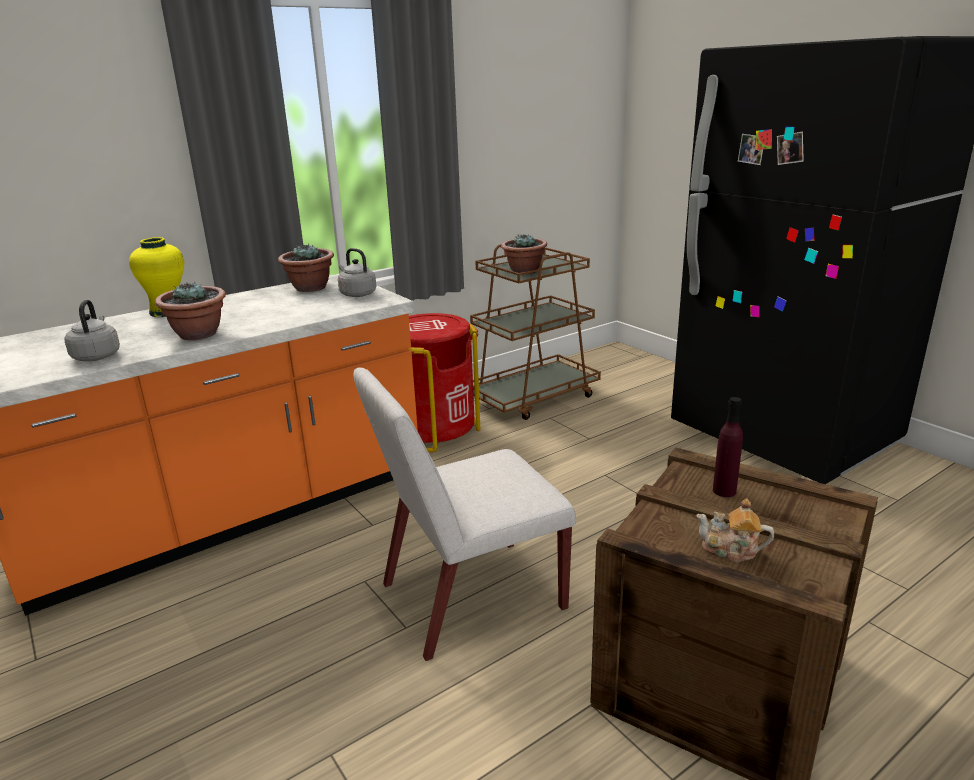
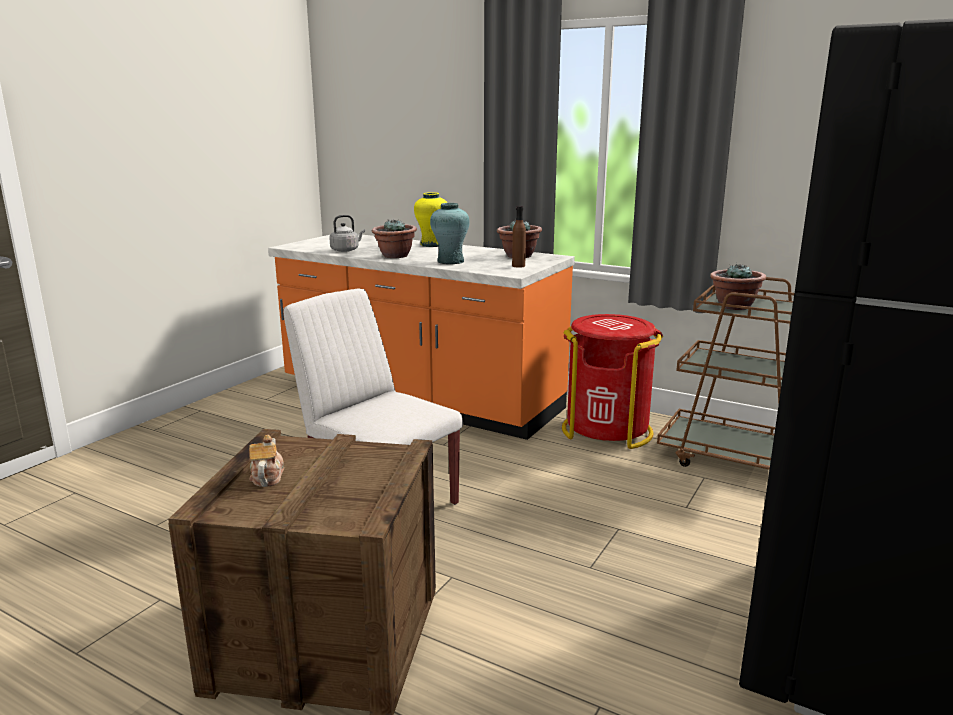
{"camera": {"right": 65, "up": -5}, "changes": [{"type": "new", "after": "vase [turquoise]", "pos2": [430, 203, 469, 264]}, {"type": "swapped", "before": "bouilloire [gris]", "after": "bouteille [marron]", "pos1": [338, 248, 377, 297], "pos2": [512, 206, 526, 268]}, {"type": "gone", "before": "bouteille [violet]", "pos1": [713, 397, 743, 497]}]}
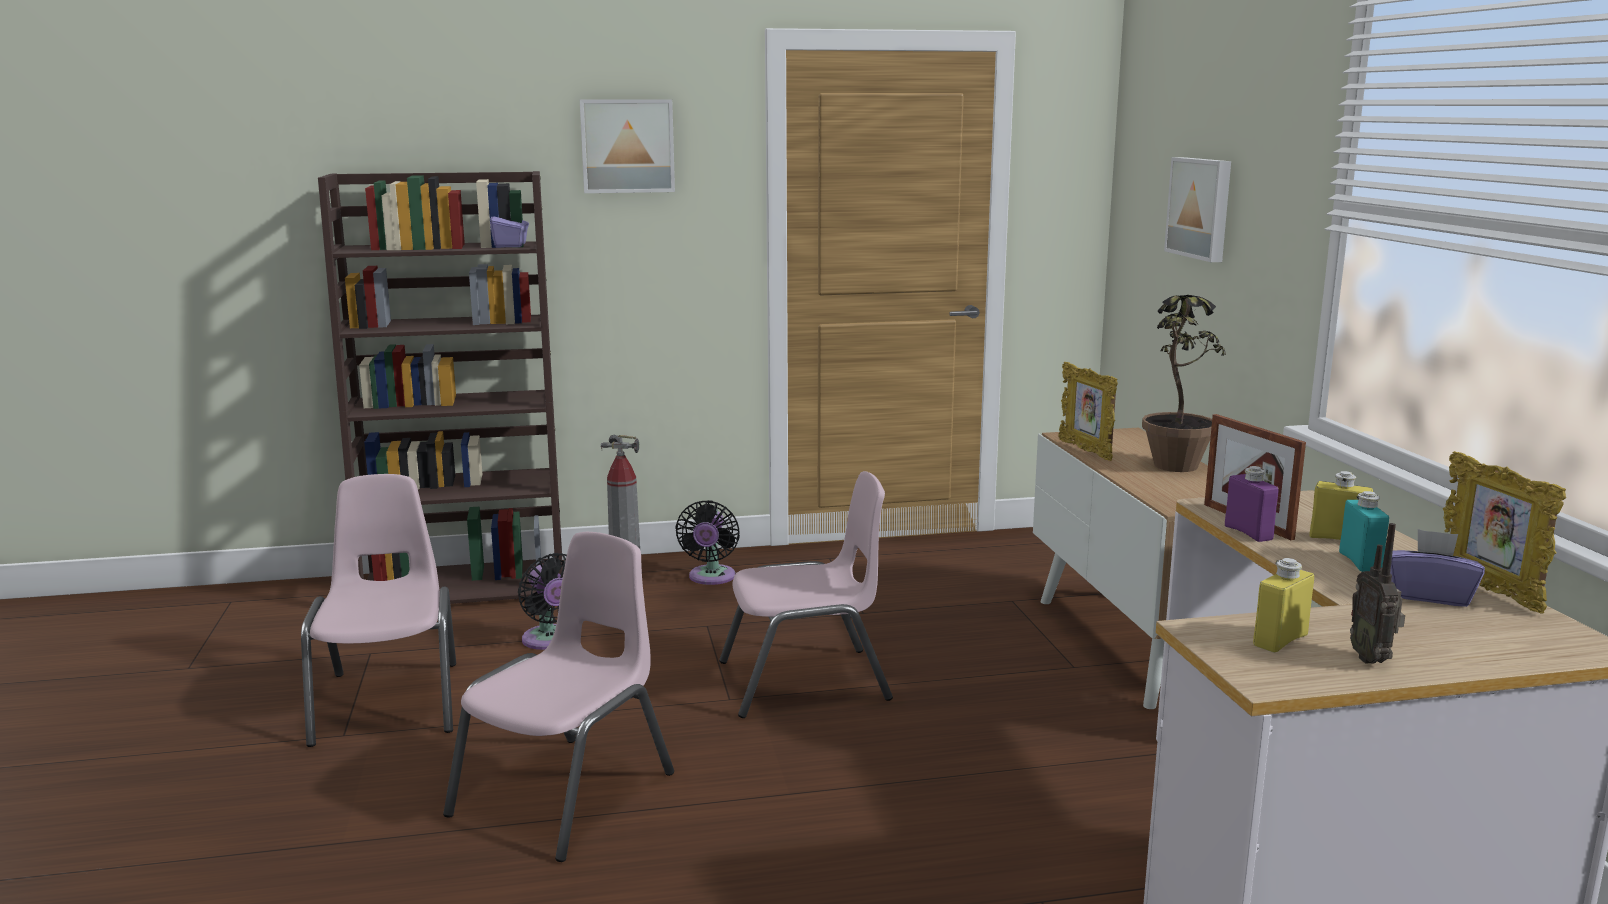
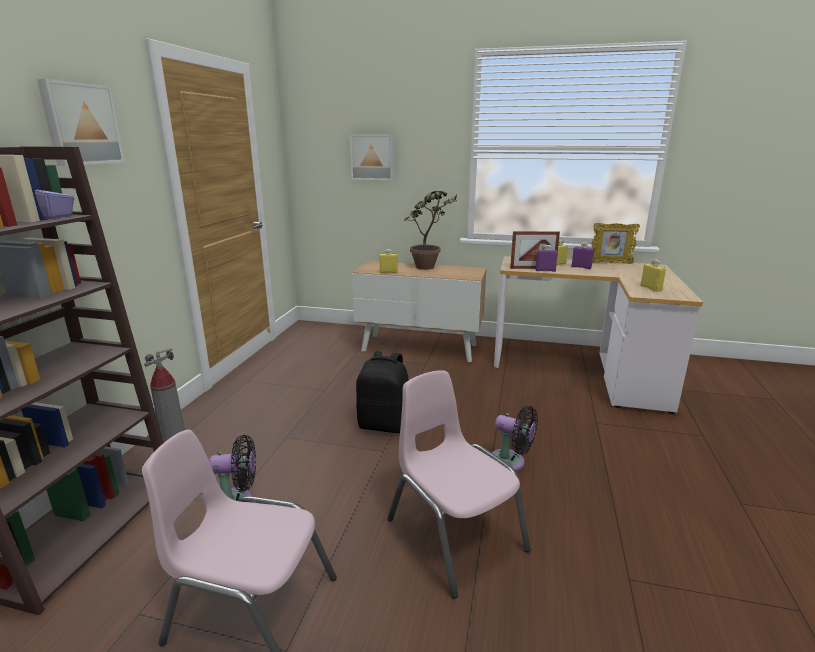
{"camera": {"right": -65, "up": 5}, "changes": [{"type": "swapped", "before": "chaise [rose]", "after": "sac à dos [noir]", "pos1": [719, 471, 893, 718], "pos2": [356, 351, 409, 433]}, {"type": "swapped", "before": "cadre photo", "after": "bouteille [jaune]", "pos1": [1058, 362, 1118, 461], "pos2": [380, 249, 398, 273]}, {"type": "shifted", "before": "ventilateur [noir]", "pos1": [675, 500, 740, 585], "pos2": [492, 406, 538, 471]}, {"type": "repainted", "before": "bouteille [turquoise]", "after": "bouteille [violet]", "pos1": [1339, 491, 1389, 572], "pos2": [571, 242, 594, 269]}, {"type": "gone", "before": "radio", "pos1": [1350, 523, 1405, 664]}, {"type": "gone", "before": "boîte à mouchoirs [violet]", "pos1": [1390, 529, 1485, 607]}]}
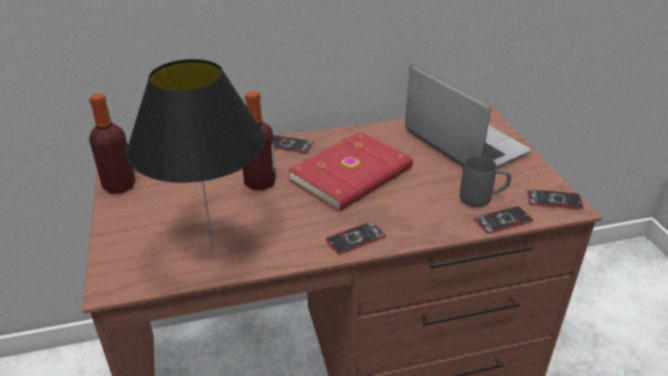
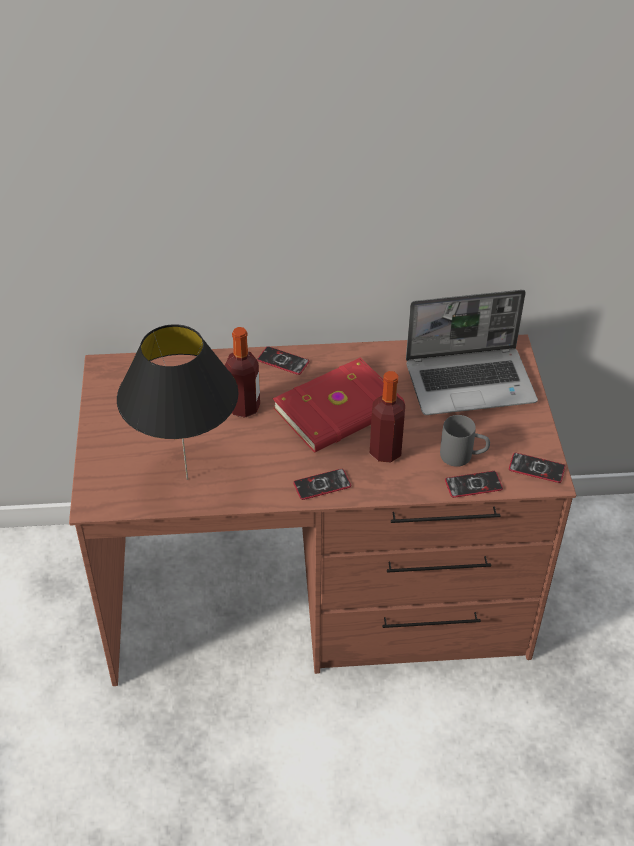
{"camera": {"right": 10, "up": 10}, "changes": [{"type": "shifted", "before": "bouteille", "pos1": [89, 93, 136, 194], "pos2": [370, 371, 405, 462]}, {"type": "rotated", "before": "ordinateur portable", "pos1": [405, 64, 531, 168], "pos2": [406, 290, 538, 415], "turn": 105}]}
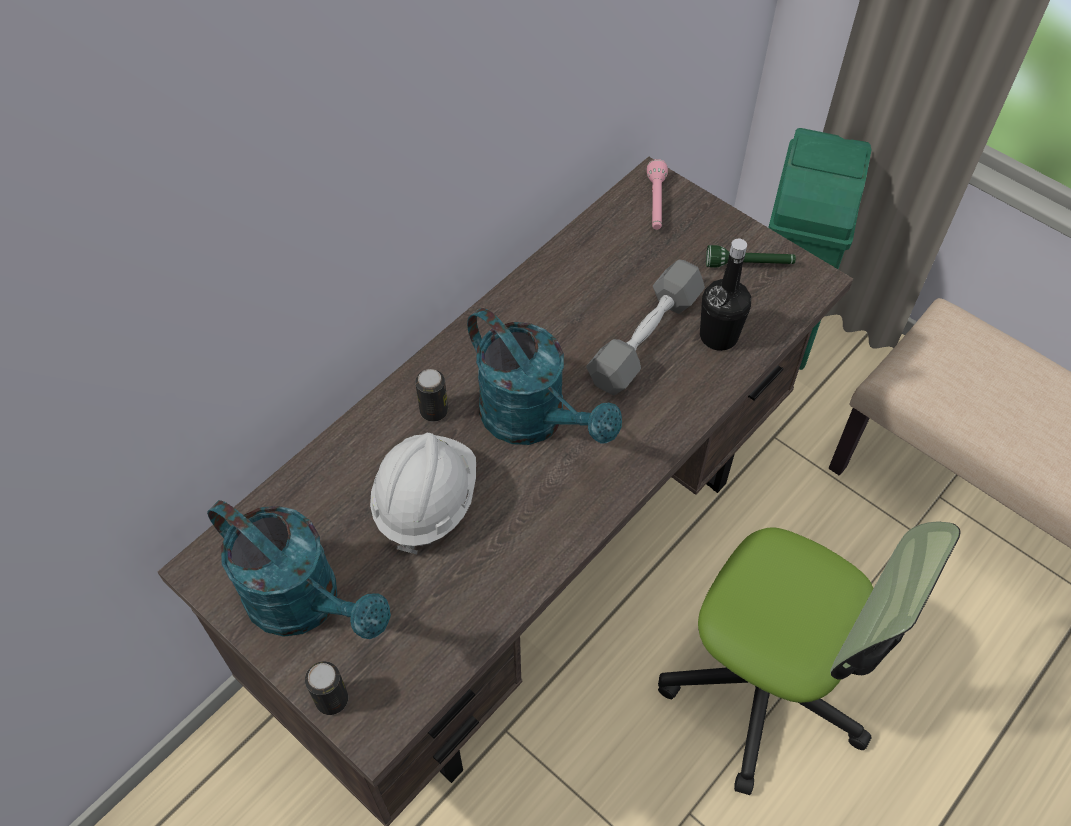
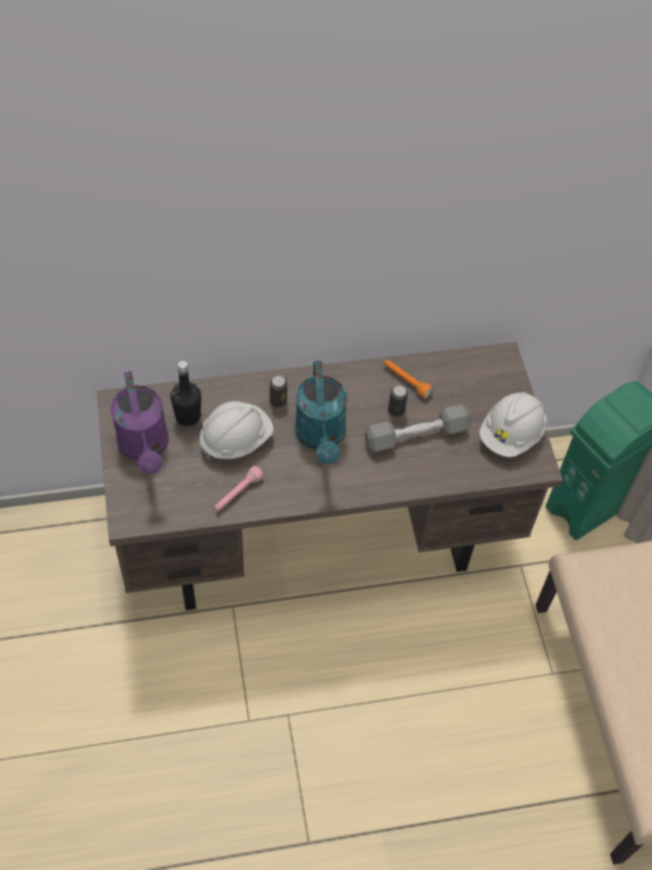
{"camera": {"right": 35, "up": 0}, "changes": [{"type": "repainted", "before": "arrosoir [turquoise]", "after": "arrosoir [violet]", "pos1": [207, 500, 391, 639], "pos2": [110, 371, 169, 474]}, {"type": "shifted", "before": "bouteille [noir]", "pos1": [700, 239, 751, 351], "pos2": [170, 361, 201, 426]}, {"type": "shifted", "before": "lampe de poche [rose]", "pos1": [647, 159, 668, 230], "pos2": [214, 465, 264, 511]}, {"type": "new", "after": "lampe de poche [orange]", "pos2": [384, 359, 433, 399]}, {"type": "shifted", "before": "boîte métallique", "pos1": [305, 661, 348, 715], "pos2": [388, 385, 408, 417]}, {"type": "swapped", "before": "lampe de poche [vert]", "after": "casque de chantier [blanc]", "pos1": [706, 245, 796, 268], "pos2": [479, 392, 546, 457]}, {"type": "gone", "before": "chaise de bureau", "pos1": [658, 521, 961, 795]}]}
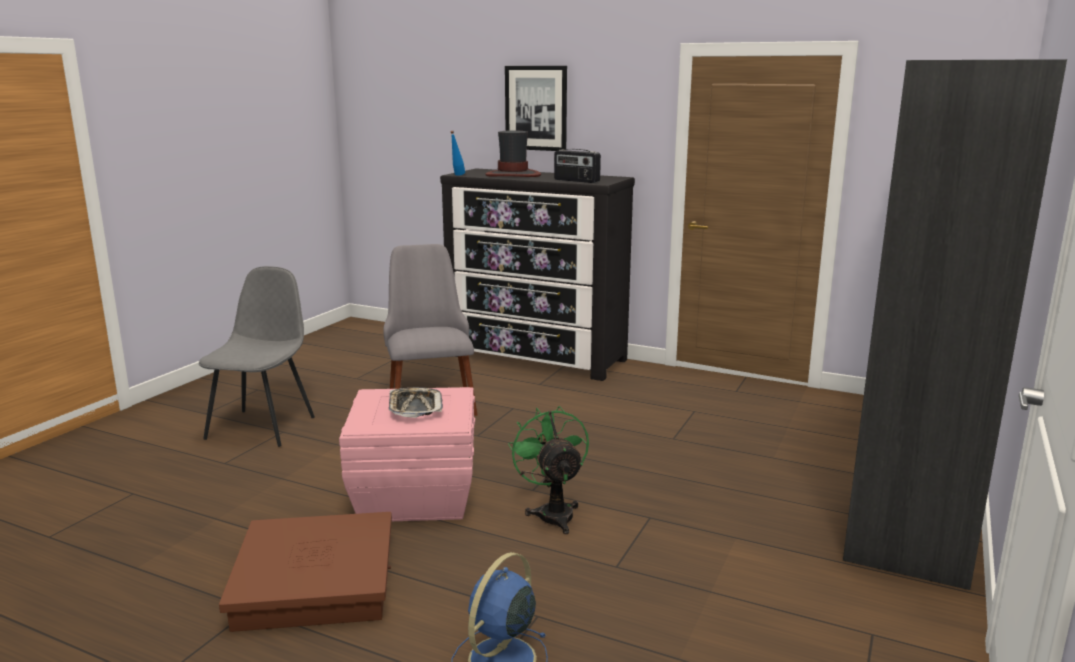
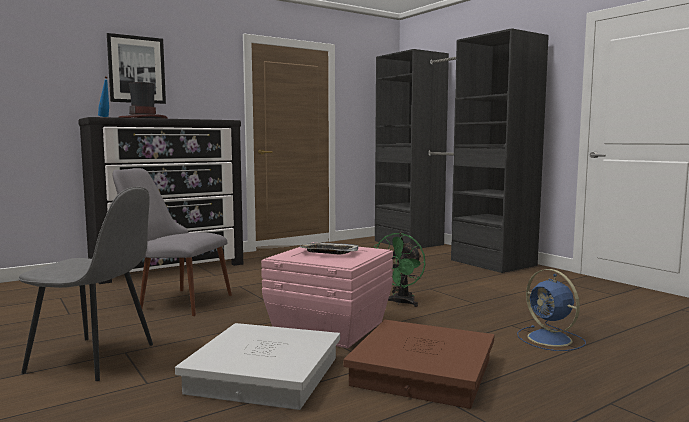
{"camera": {"right": -60, "up": -10}, "changes": [{"type": "rotated", "before": "chaise [gris]", "pos1": [199, 266, 315, 447], "pos2": [18, 187, 153, 381], "turn": 150}, {"type": "new", "after": "boîte de rangement [blanc]", "pos2": [175, 323, 340, 410]}, {"type": "rotated", "before": "ventilateur [vert]", "pos1": [508, 406, 589, 534], "pos2": [374, 233, 426, 307], "turn": -75}, {"type": "gone", "before": "radio", "pos1": [554, 149, 601, 183]}]}
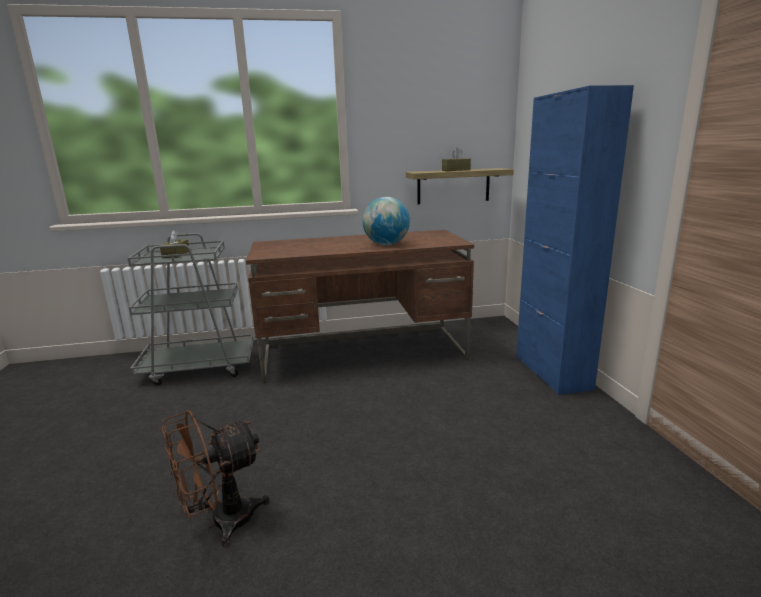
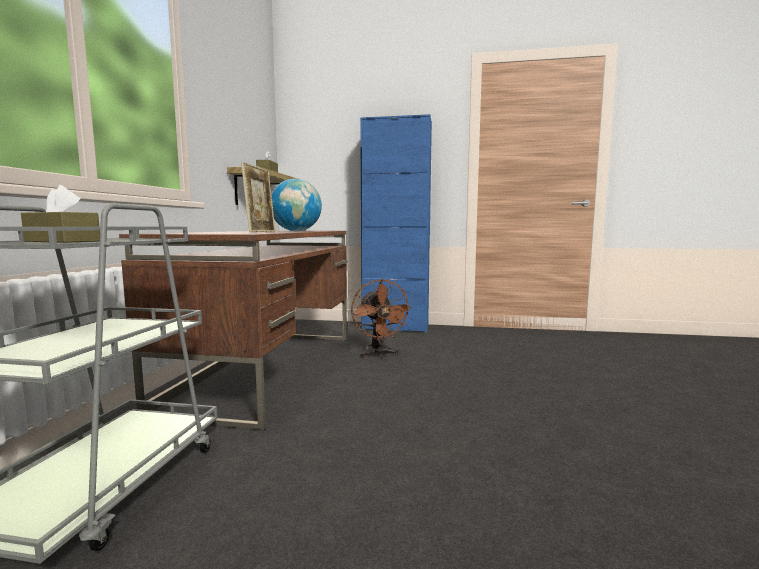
{"camera": {"right": -70, "up": -10}, "changes": [{"type": "new", "after": "cadre photo", "pos2": [241, 162, 276, 232]}, {"type": "shifted", "before": "ventilateur [marron]", "pos1": [162, 411, 270, 547], "pos2": [351, 279, 412, 358]}]}
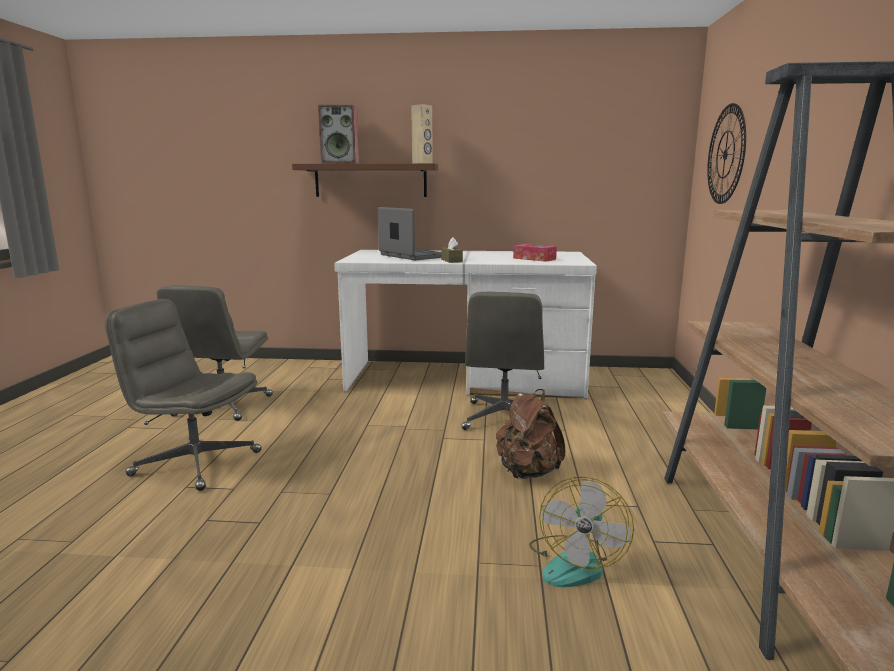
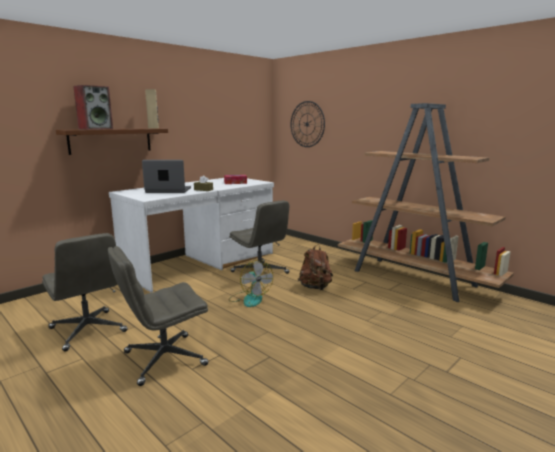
{"camera": {"right": -50, "up": 0}, "changes": [{"type": "shifted", "before": "ventilateur", "pos1": [529, 477, 634, 587], "pos2": [229, 260, 273, 307]}]}
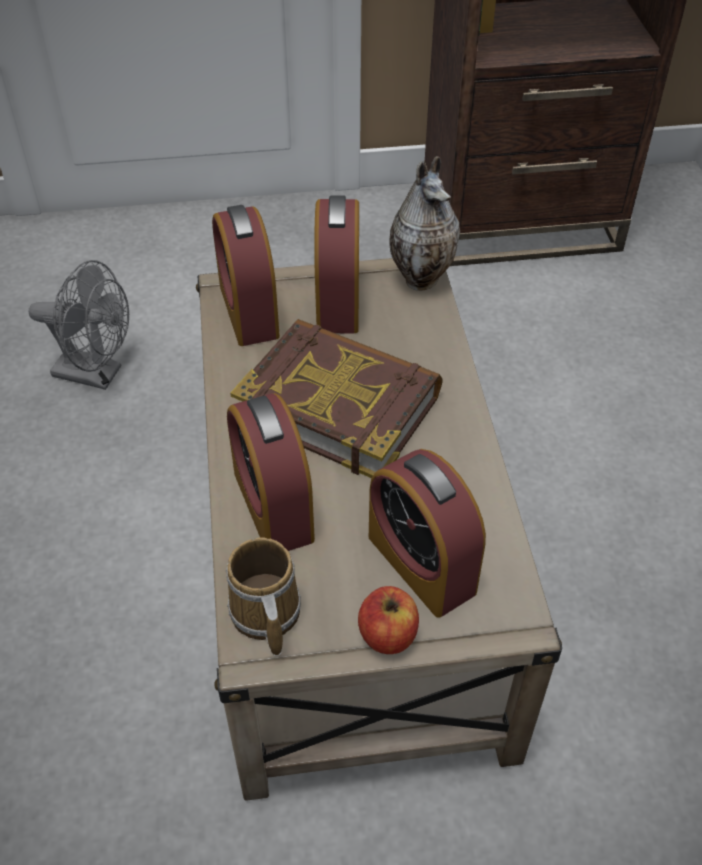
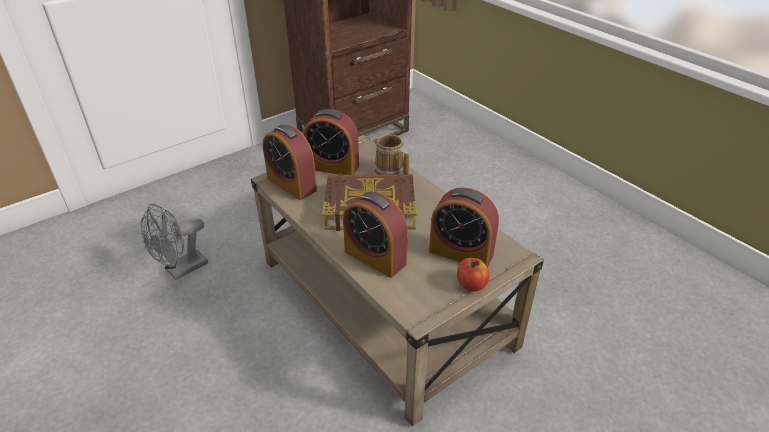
{"camera": {"right": -30, "up": -10}, "changes": [{"type": "rotated", "before": "ventilateur [gris]", "pos1": [29, 260, 129, 390], "pos2": [141, 204, 208, 280], "turn": 150}, {"type": "rotated", "before": "réveil", "pos1": [314, 195, 359, 333], "pos2": [303, 109, 359, 175], "turn": -45}, {"type": "shifted", "before": "mug", "pos1": [226, 537, 301, 656], "pos2": [374, 134, 409, 175]}, {"type": "gone", "before": "vase", "pos1": [389, 156, 460, 291]}]}
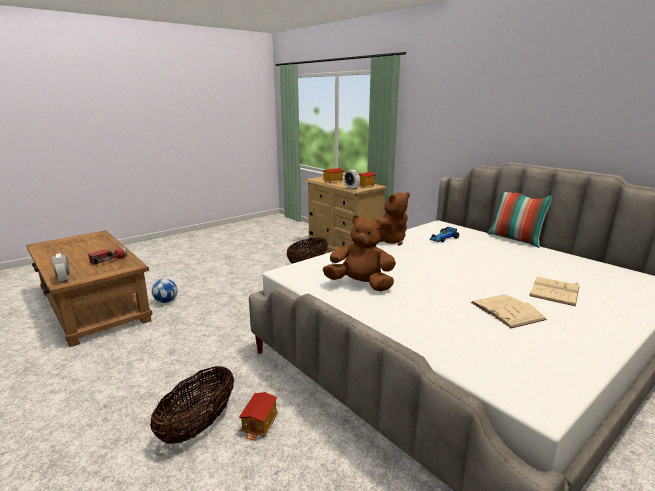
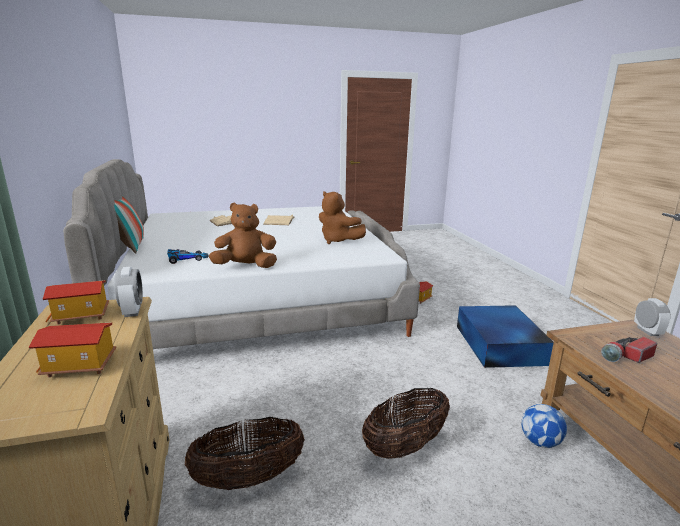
{"camera": {"right": -155, "up": 0}, "changes": [{"type": "shifted", "before": "panier", "pos1": [150, 366, 234, 444], "pos2": [362, 388, 450, 459]}, {"type": "new", "after": "boîte de rangement [bleu]", "pos2": [457, 305, 554, 368]}]}
